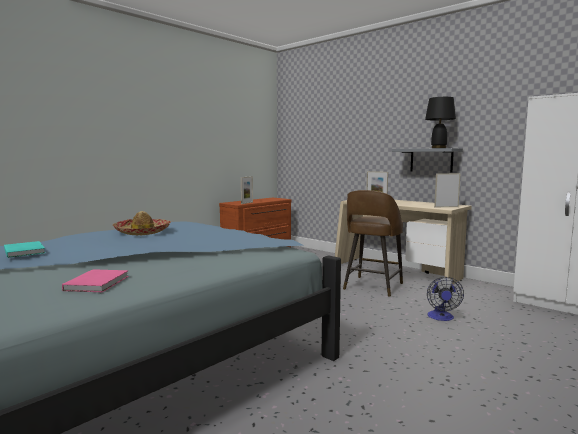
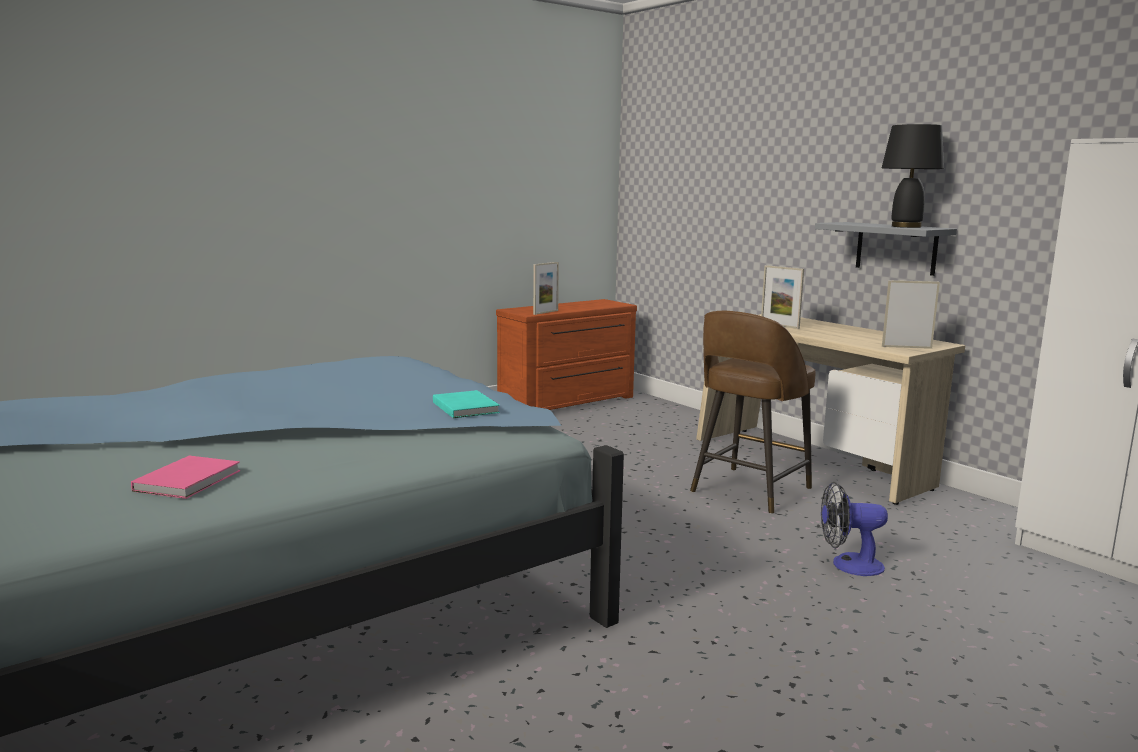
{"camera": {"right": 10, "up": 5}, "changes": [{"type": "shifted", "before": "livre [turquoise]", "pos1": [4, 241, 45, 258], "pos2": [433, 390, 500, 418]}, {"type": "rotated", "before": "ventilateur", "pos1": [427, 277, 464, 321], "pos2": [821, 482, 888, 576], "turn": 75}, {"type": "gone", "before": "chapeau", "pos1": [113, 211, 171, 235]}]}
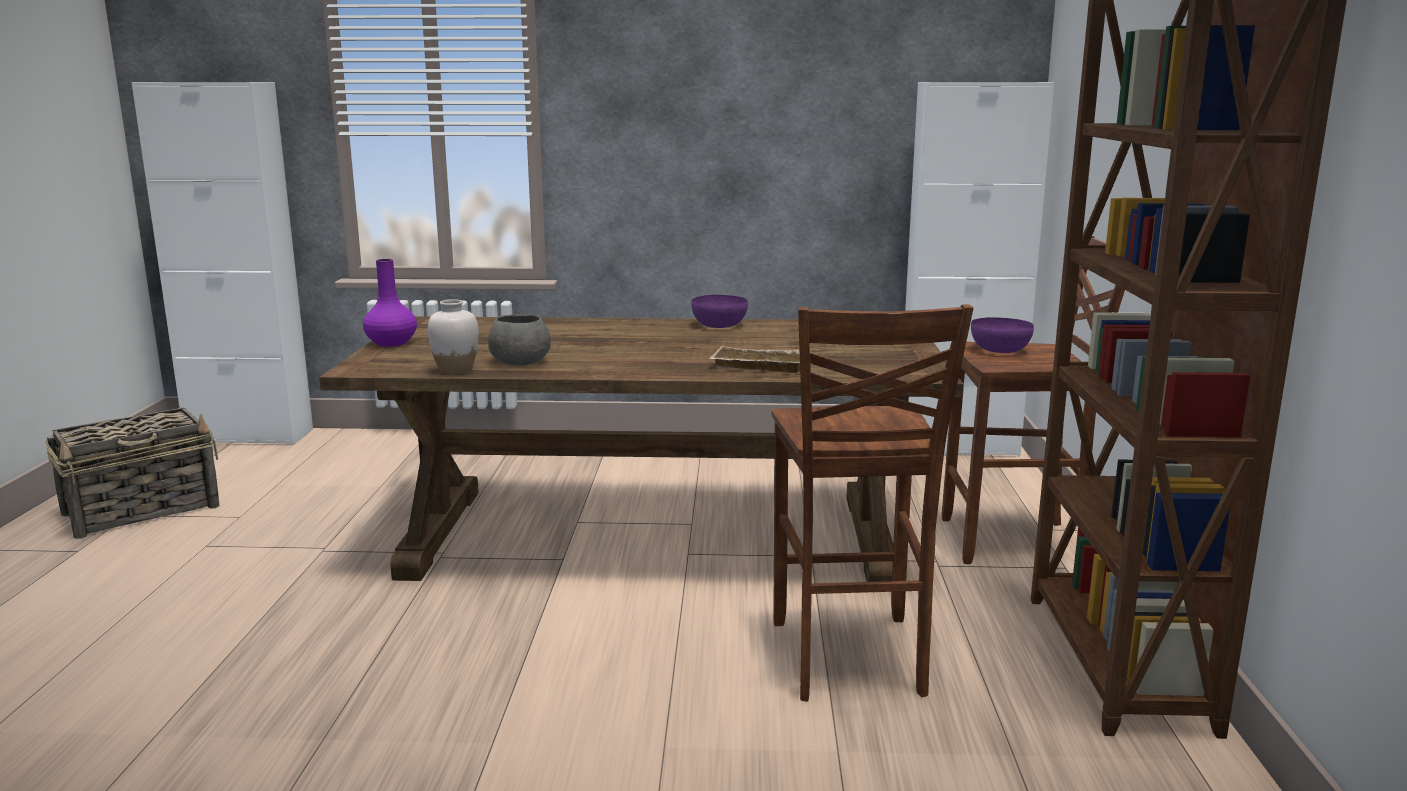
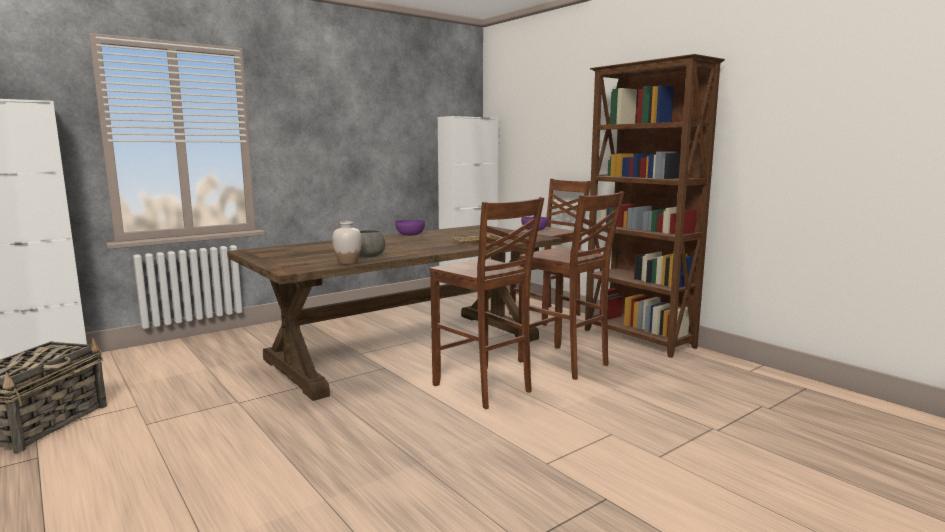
{"camera": {"right": -40, "up": -5}, "changes": [{"type": "new", "after": "tabouret [marron]", "pos2": [430, 197, 544, 409]}, {"type": "gone", "before": "vase [violet]", "pos1": [363, 259, 417, 347]}]}
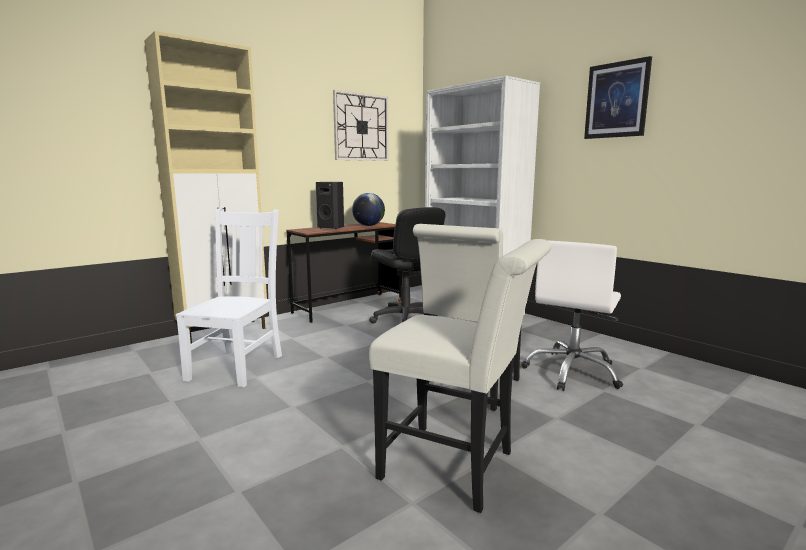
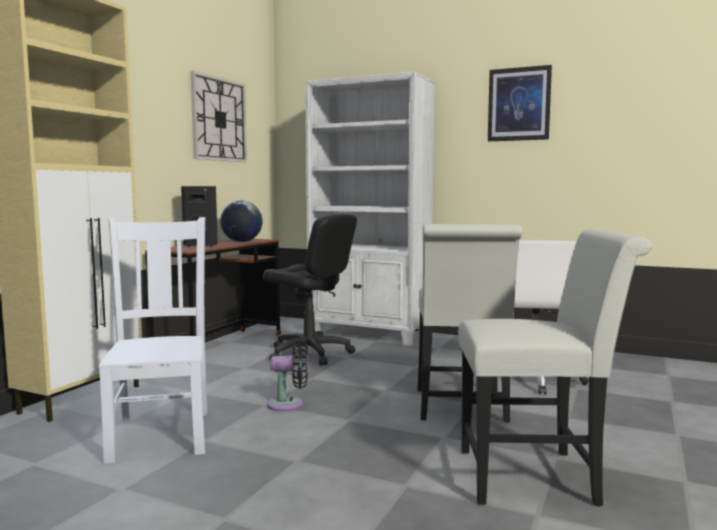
{"camera": {"right": -25, "up": -5}, "changes": [{"type": "new", "after": "ventilateur [noir]", "pos2": [267, 340, 308, 412]}]}
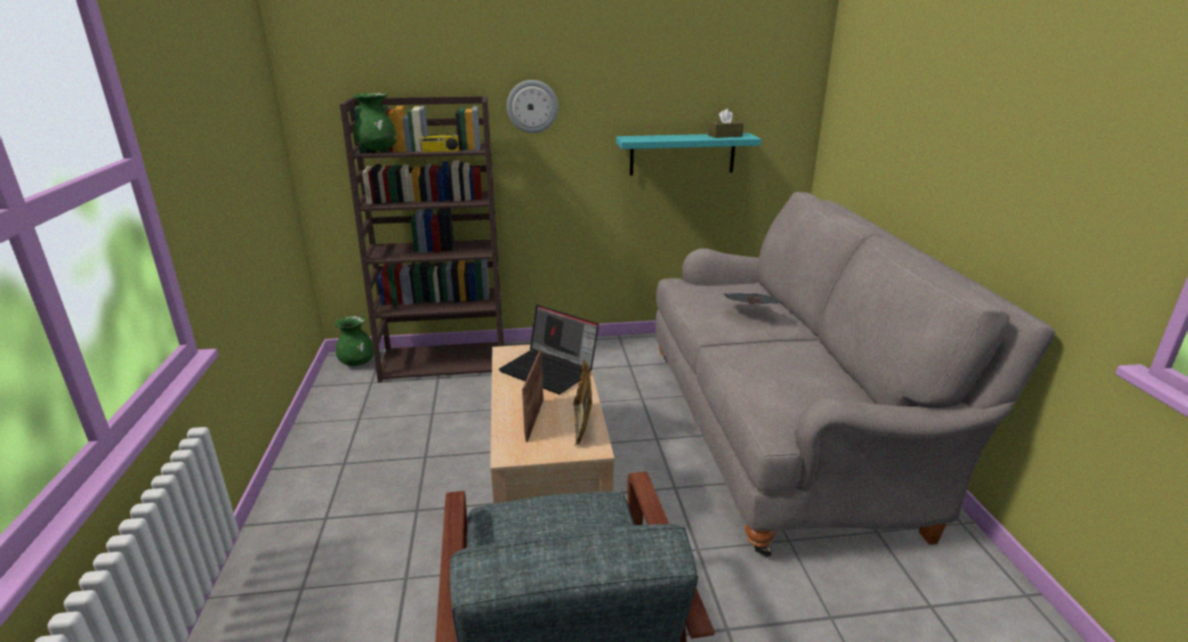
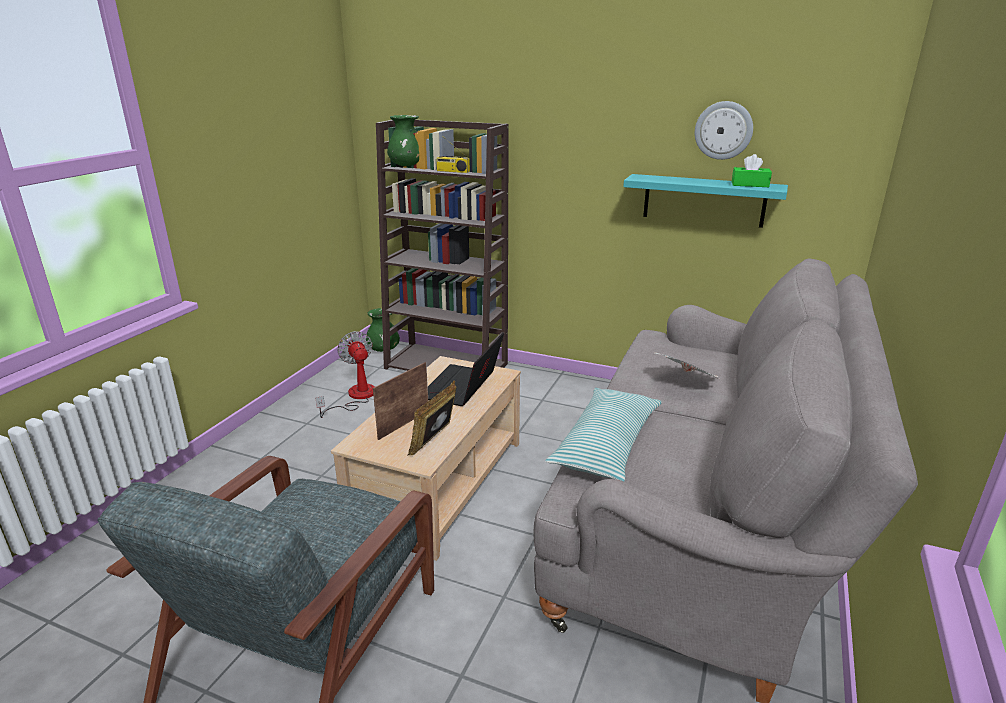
{"camera": {"right": 30, "up": 0}, "changes": [{"type": "new", "after": "ventilateur", "pos2": [316, 331, 375, 418]}, {"type": "rotated", "before": "ordinateur portable", "pos1": [498, 305, 599, 394], "pos2": [428, 333, 504, 406], "turn": 45}, {"type": "new", "after": "coussin", "pos2": [545, 388, 662, 481]}, {"type": "shifted", "before": "horloge murale", "pos1": [507, 80, 558, 133], "pos2": [695, 101, 753, 160]}, {"type": "repainted", "before": "boîte à mouchoirs [marron]", "after": "boîte à mouchoirs [vert]", "pos1": [708, 109, 744, 138], "pos2": [732, 154, 772, 187]}]}
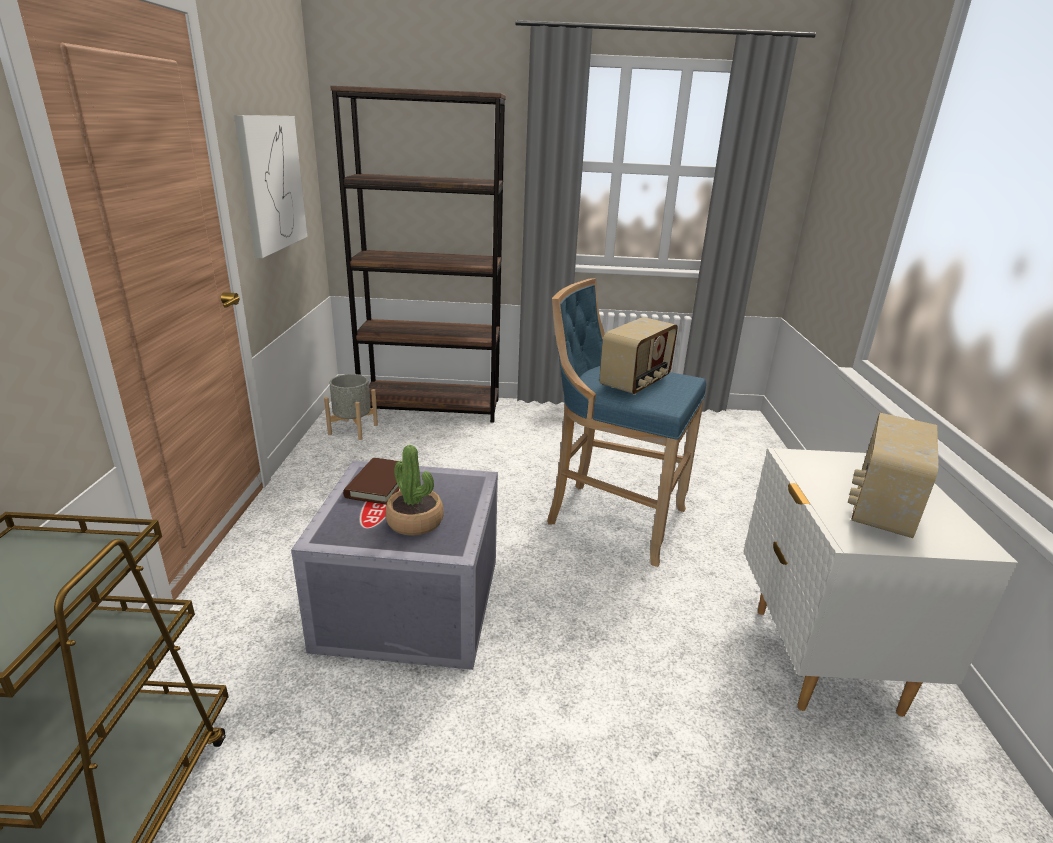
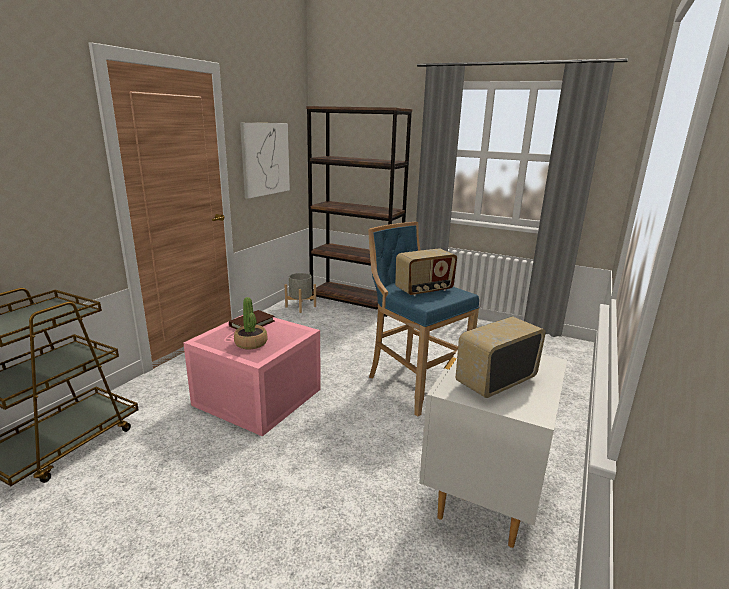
{"camera": {"right": 25, "up": -5}, "changes": [{"type": "repainted", "before": "boîte de rangement [gris]", "after": "boîte de rangement [rose]", "pos1": [291, 461, 498, 670], "pos2": [183, 315, 321, 437]}]}
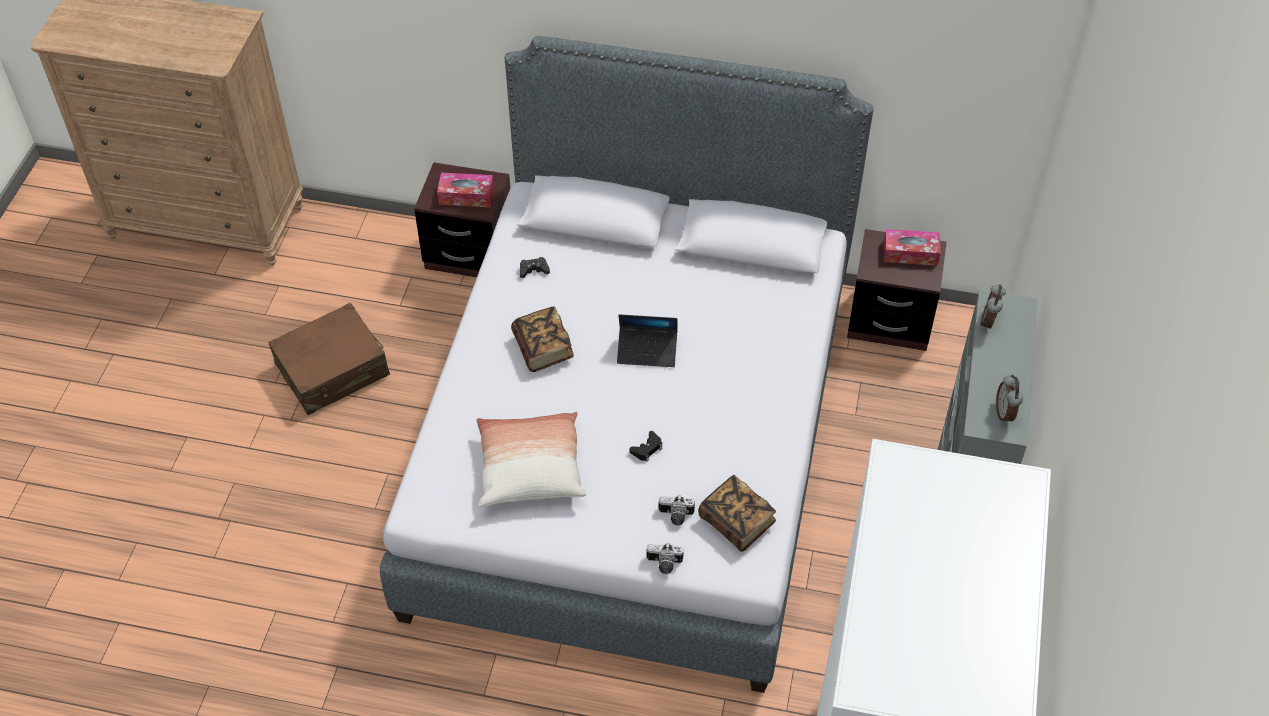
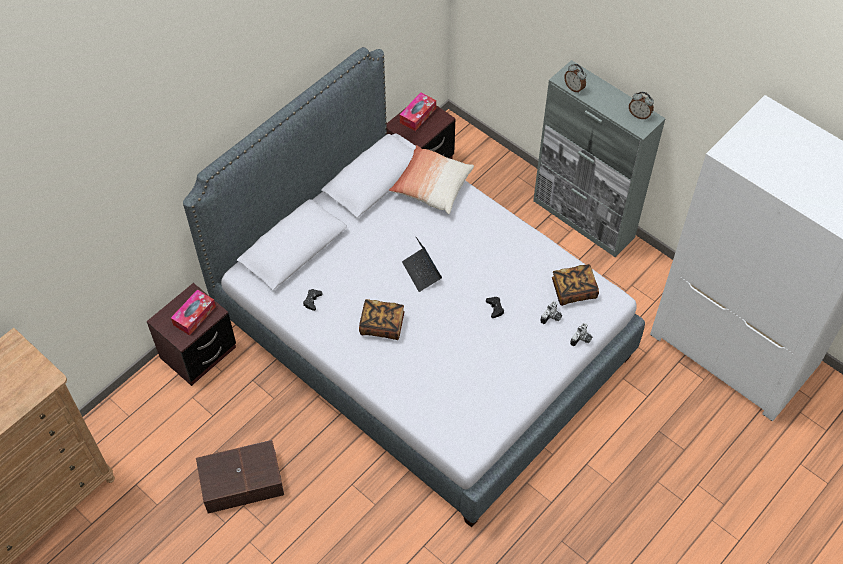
{"camera": {"right": -60, "up": 5}, "changes": [{"type": "swapped", "before": "valise [marron]", "after": "boîte de rangement [marron]", "pos1": [268, 303, 390, 415], "pos2": [196, 440, 284, 514]}, {"type": "shifted", "before": "coussin", "pos1": [477, 412, 586, 507], "pos2": [389, 145, 474, 214]}, {"type": "rotated", "before": "ordinateur portable", "pos1": [617, 314, 678, 367], "pos2": [402, 237, 442, 292], "turn": 120}]}
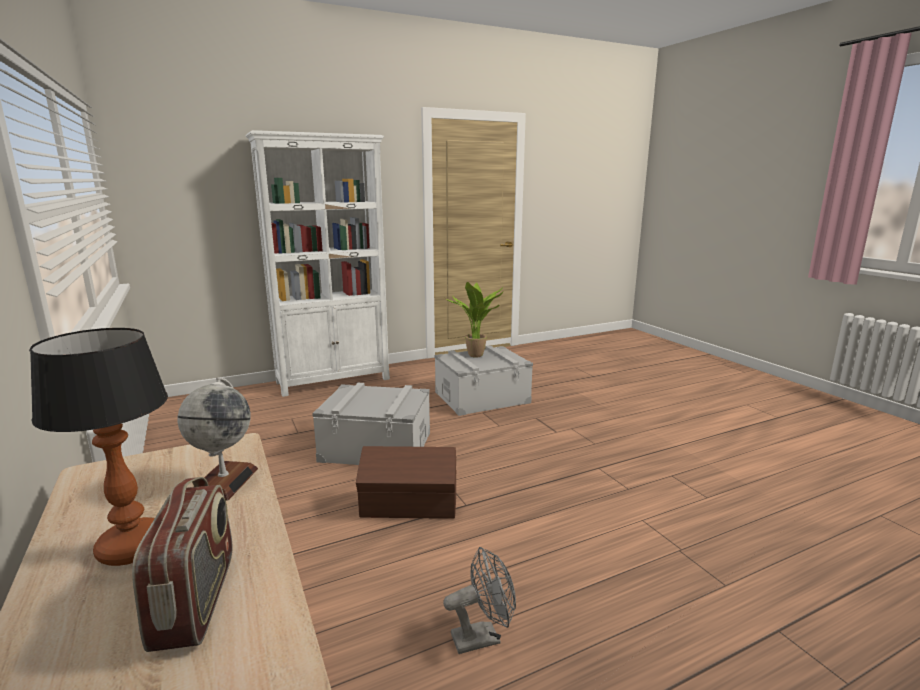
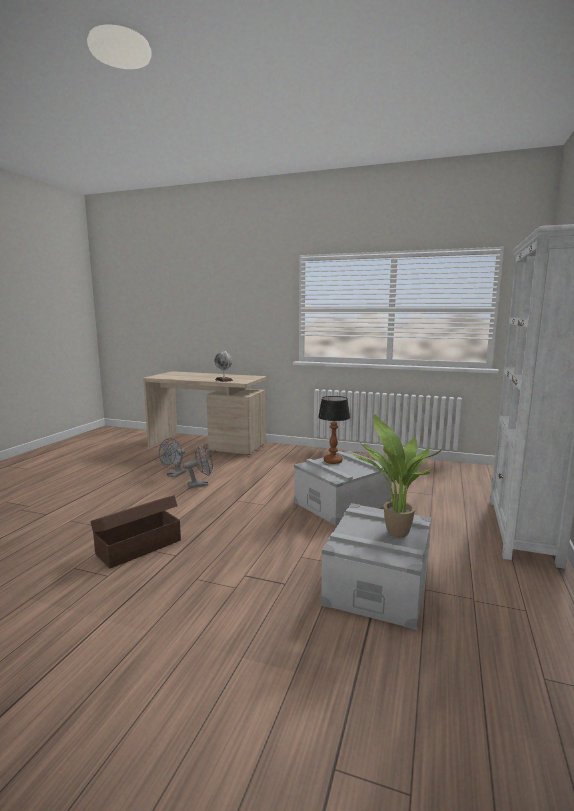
{"camera": {"right": 135, "up": -5}, "changes": [{"type": "shifted", "before": "boîte de rangement [marron]", "pos1": [356, 446, 457, 519], "pos2": [90, 495, 181, 568]}, {"type": "new", "after": "ventilateur [gris]", "pos2": [183, 445, 213, 488]}, {"type": "shifted", "before": "lampe de table", "pos1": [29, 328, 168, 566], "pos2": [318, 396, 350, 464]}, {"type": "gone", "before": "radio", "pos1": [132, 477, 232, 652]}]}
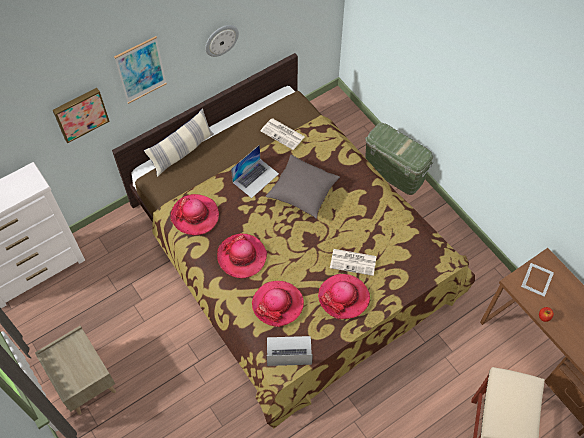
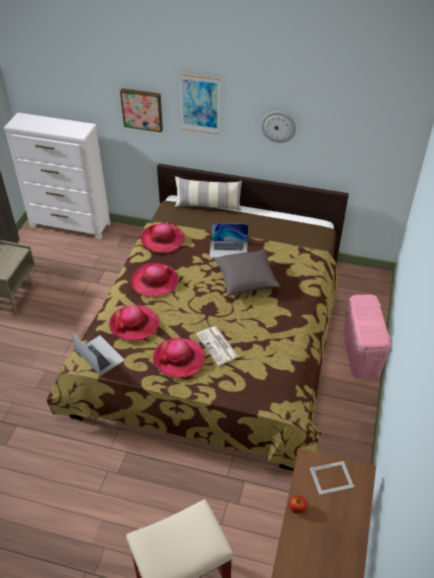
{"camera": {"right": 50, "up": -15}, "changes": [{"type": "repainted", "before": "boîte de rangement [vert]", "after": "boîte de rangement [rose]", "pos1": [365, 123, 433, 195], "pos2": [343, 295, 391, 379]}, {"type": "gone", "before": "journal", "pos1": [261, 118, 305, 150]}]}
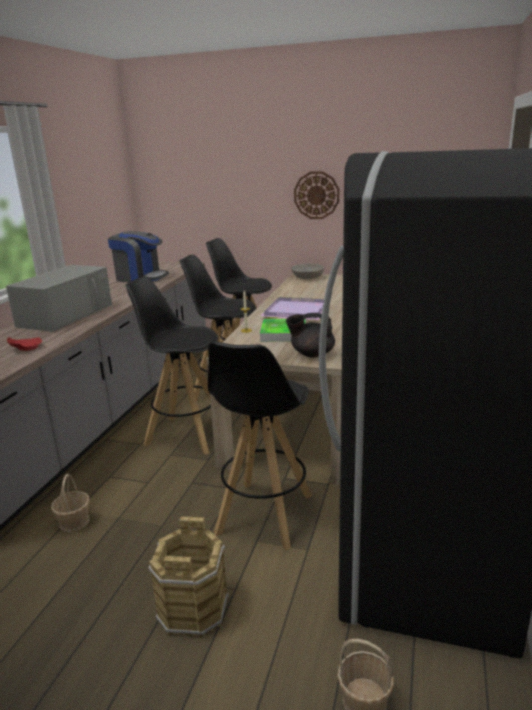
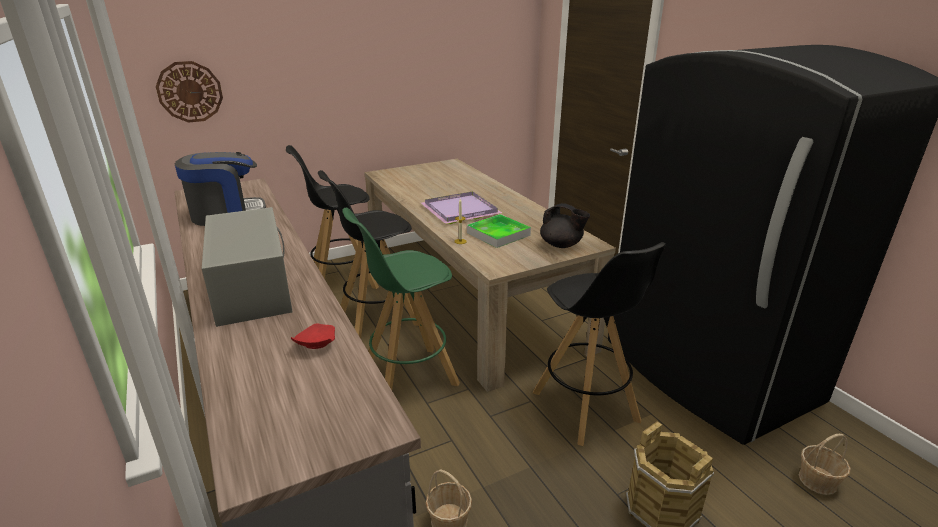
{"camera": {"right": -45, "up": 5}, "changes": [{"type": "shifted", "before": "horloge murale", "pos1": [294, 171, 339, 219], "pos2": [156, 61, 223, 123]}, {"type": "repainted", "before": "tabouret [noir]", "after": "tabouret [vert]", "pos1": [126, 276, 218, 454], "pos2": [342, 208, 460, 390]}, {"type": "rotated", "before": "théière [noir]", "pos1": [286, 313, 335, 358], "pos2": [540, 203, 590, 248], "turn": -105}, {"type": "gone", "before": "bol [gris]", "pos1": [291, 263, 324, 279]}]}
